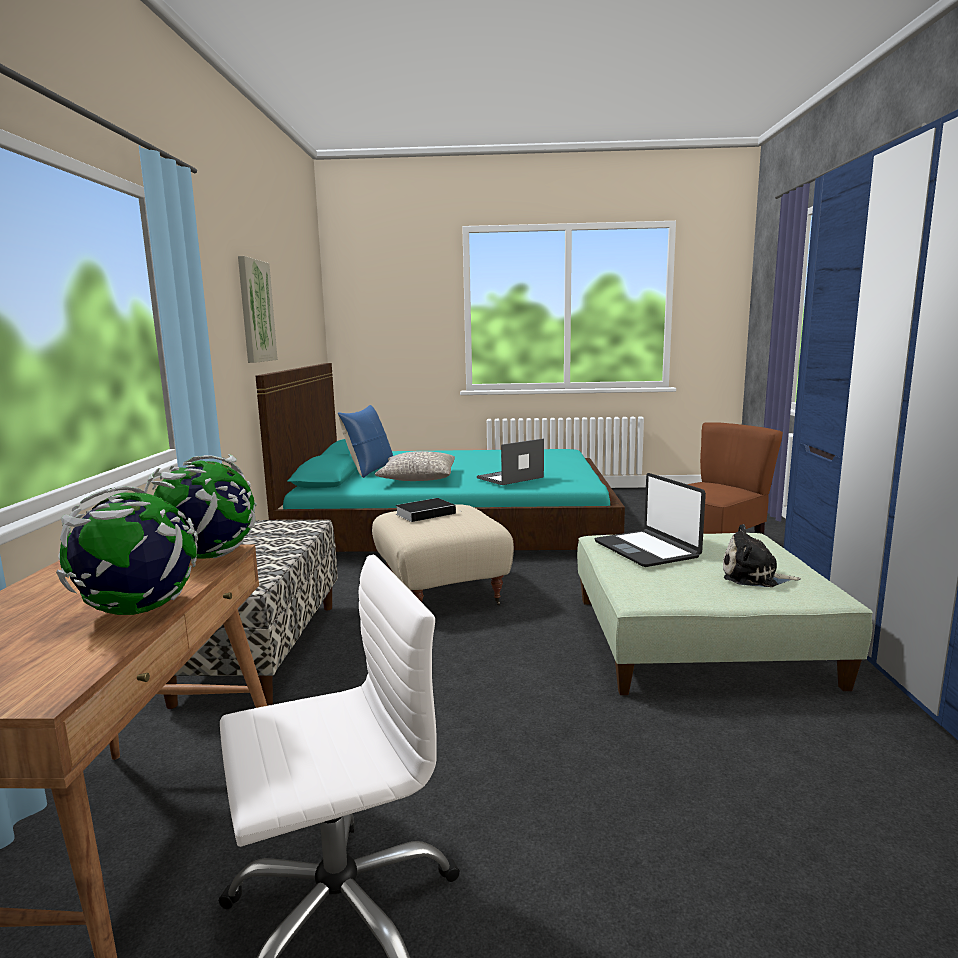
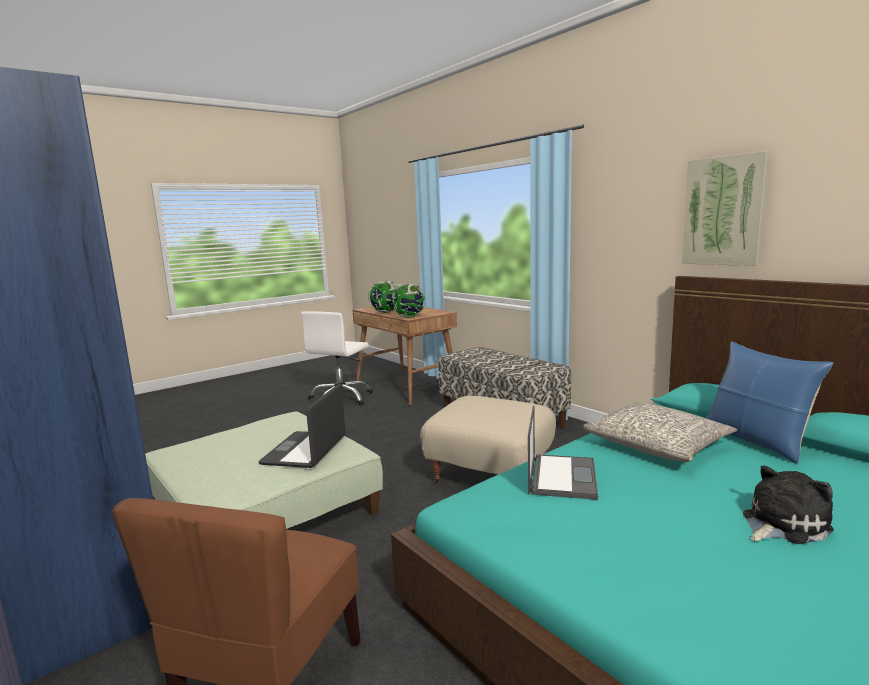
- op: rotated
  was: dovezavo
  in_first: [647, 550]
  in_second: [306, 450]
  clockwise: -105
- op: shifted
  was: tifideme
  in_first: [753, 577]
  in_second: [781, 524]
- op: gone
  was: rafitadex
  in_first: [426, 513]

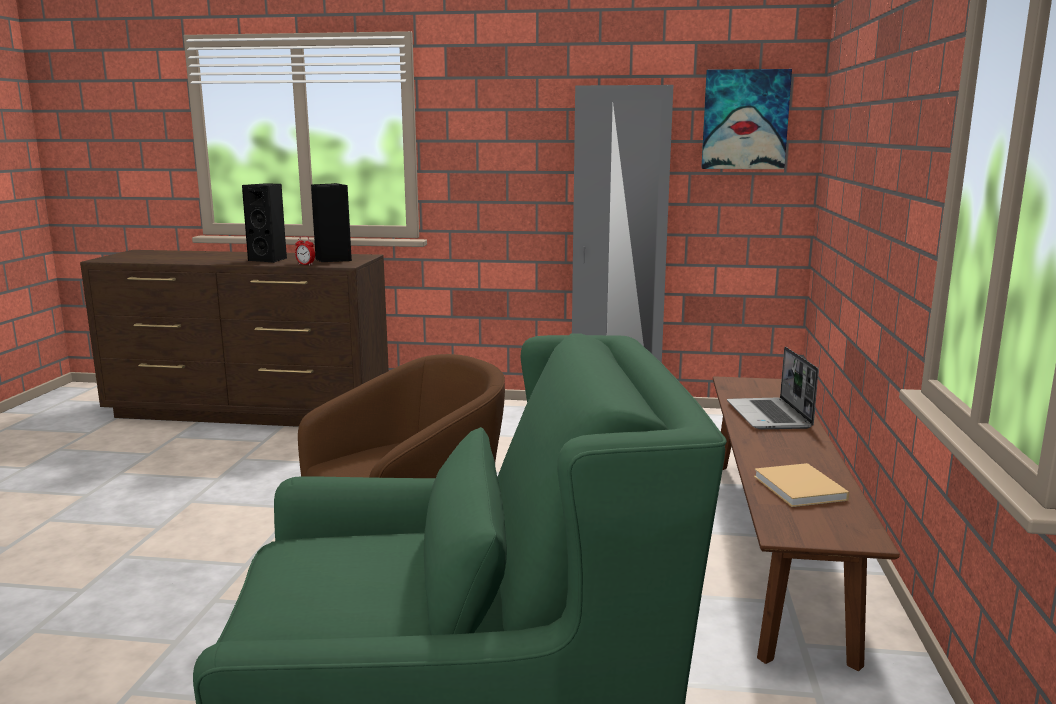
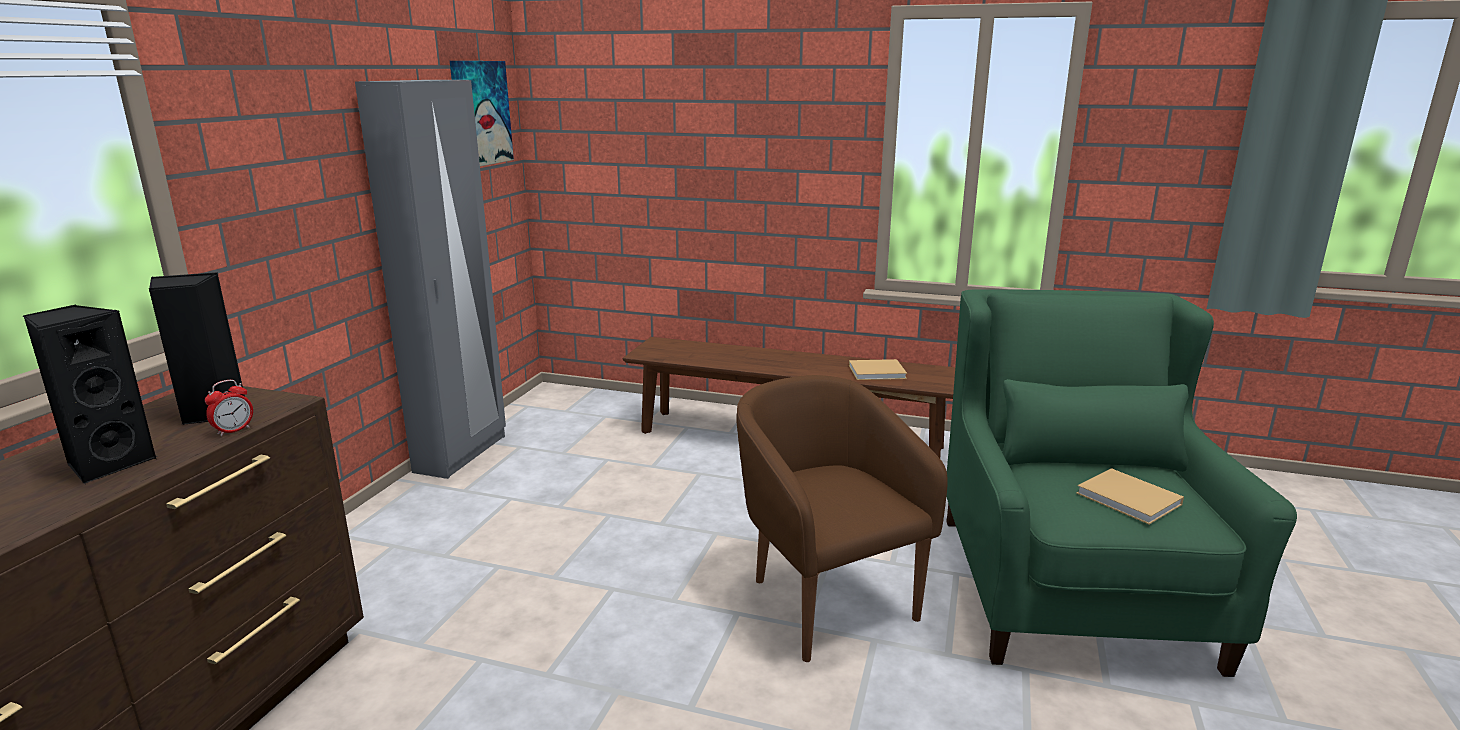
- op: new
  now: beige_rafitadex
  in_second: [1131, 500]
- op: gone
  was: dovezavo
  in_first: [770, 416]

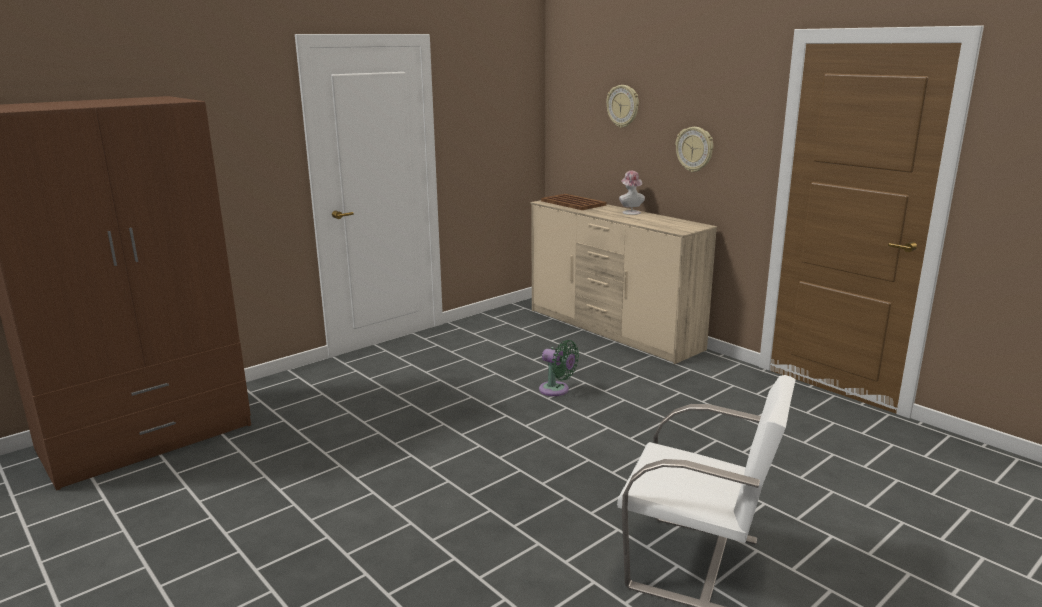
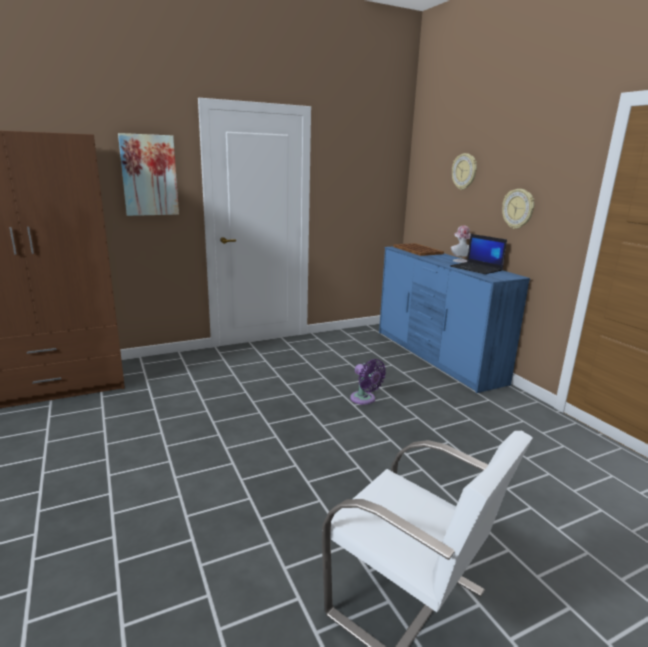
- op: new
  now: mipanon
  in_second: [149, 175]
- op: repainted
  was: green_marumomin
  now: purple_marumomin
  in_first: [557, 390]
  in_second: [364, 399]
- op: repainted
  was: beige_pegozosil
  now: blue_pegozosil
  in_first: [612, 330]
  in_second: [436, 356]
- op: new
  now: dovezavo
  in_second: [477, 268]

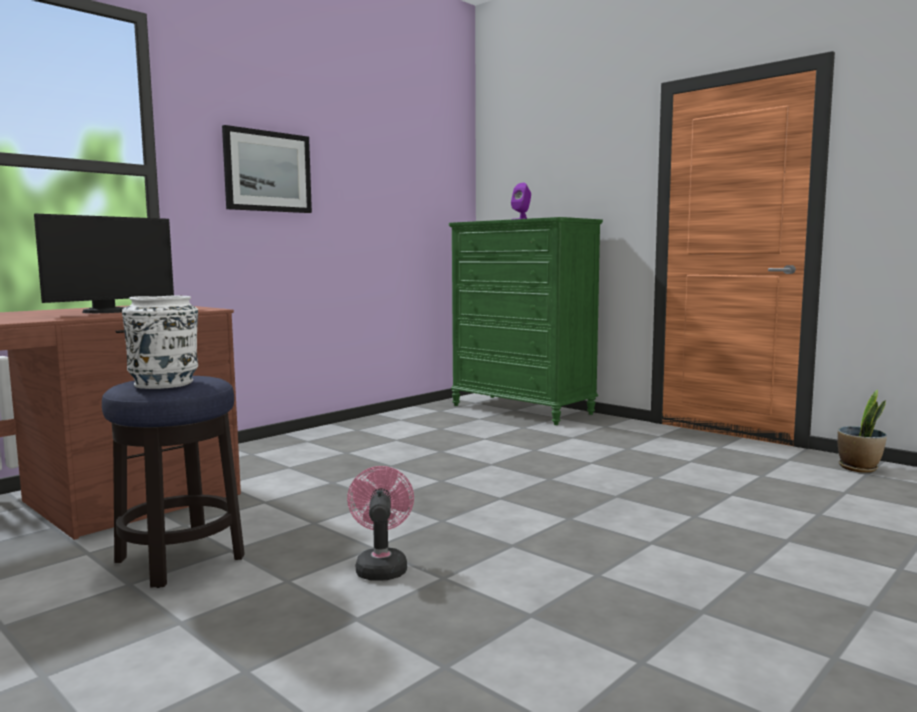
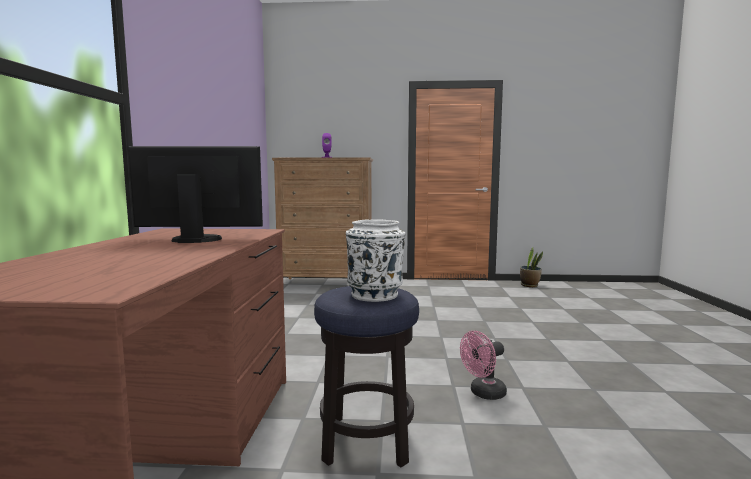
- op: rotated
  was: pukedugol
  in_first: [110, 311]
  in_second: [198, 239]
  clockwise: -90
- op: repainted
  was: green_pegozosil
  now: brown_pegozosil
  in_first: [522, 409]
  in_second: [326, 283]
- op: rotated
  was: pink_marumomin
  in_first: [381, 566]
  in_second: [483, 394]
  clockwise: -75
- op: gone
  was: mipanon
  in_first: [267, 171]

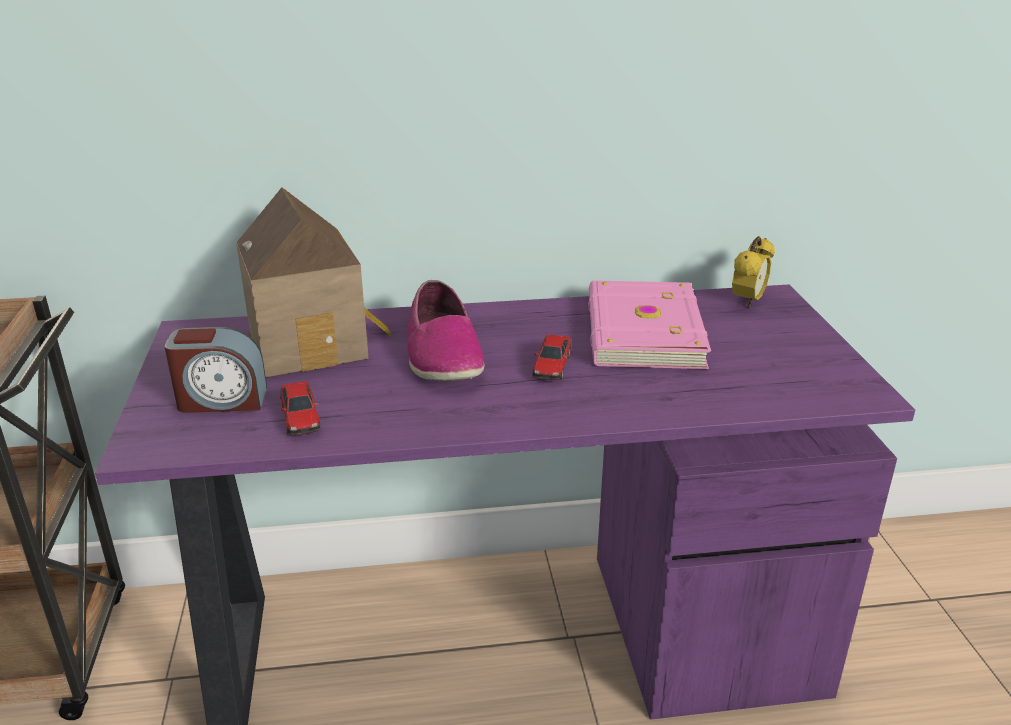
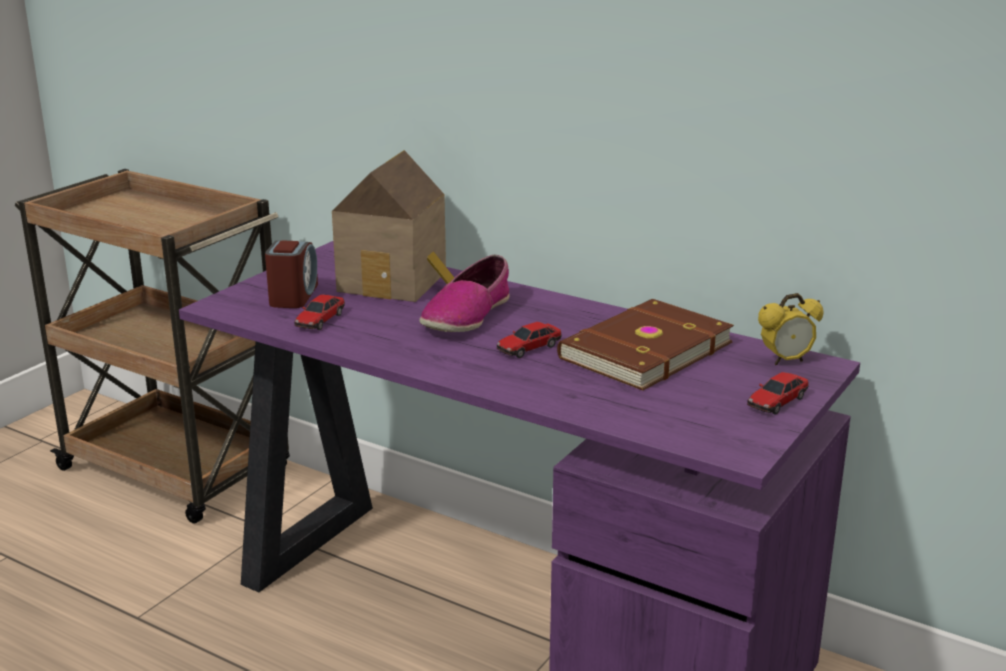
- op: rotated
  was: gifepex
  in_first: [222, 400]
  in_second: [293, 296]
  clockwise: -120
- op: repainted
  was: pink_rafitadex
  now: brown_rafitadex
  in_first: [640, 331]
  in_second: [642, 350]
- op: new
  now: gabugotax
  in_second: [777, 401]

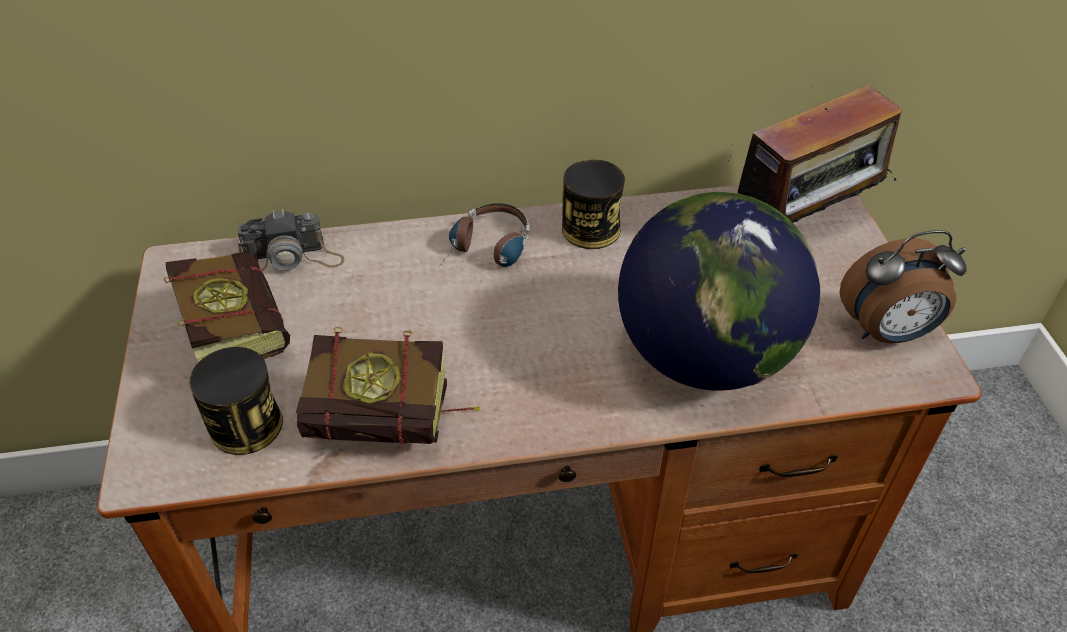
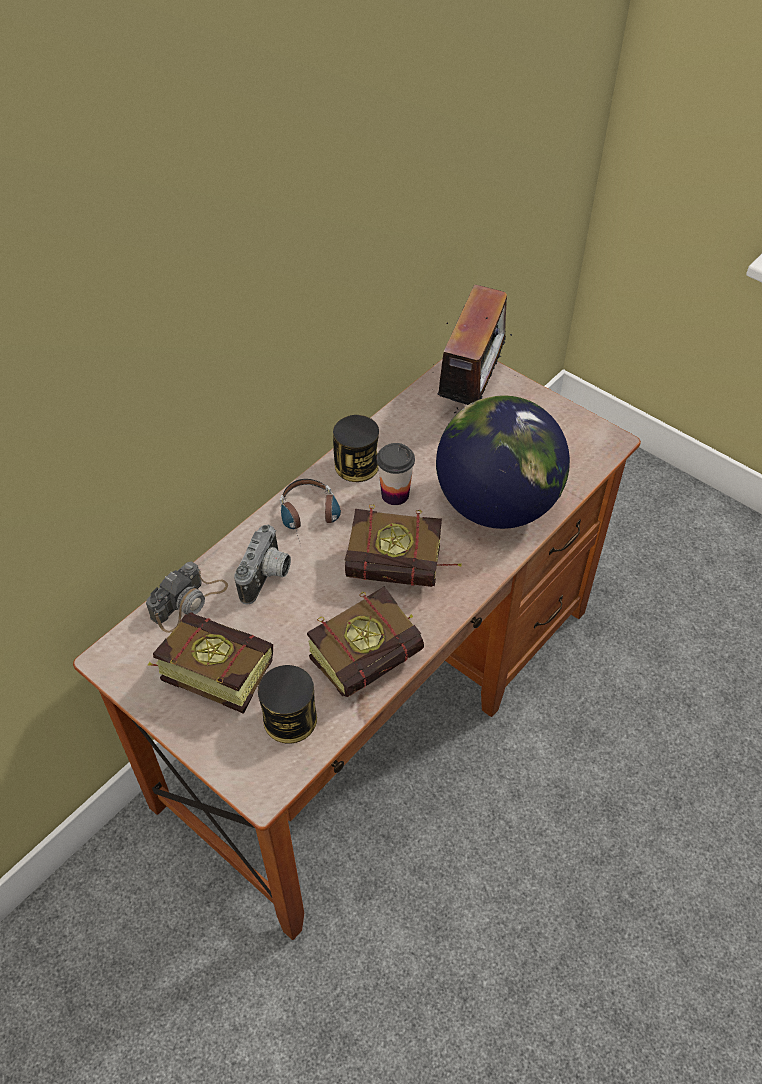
- op: new
  now: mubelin
  in_second: [268, 577]
- op: new
  now: rafitadex
  in_second: [404, 571]
- op: new
  now: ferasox
  in_second: [395, 494]
- op: gone
  was: gifepex
  in_first: [887, 332]

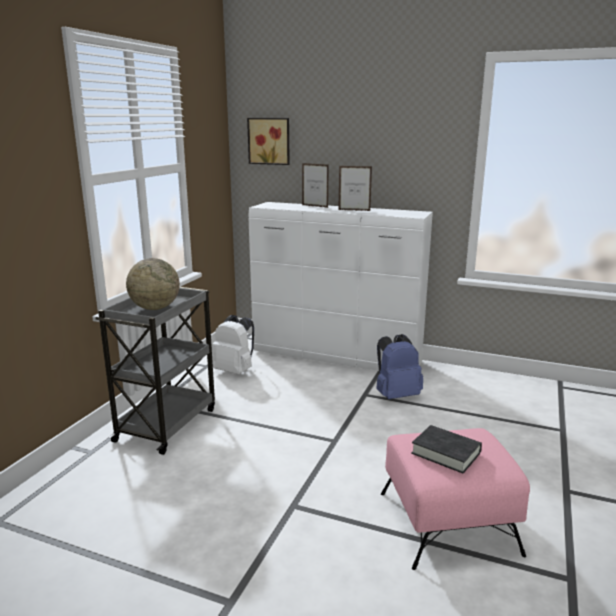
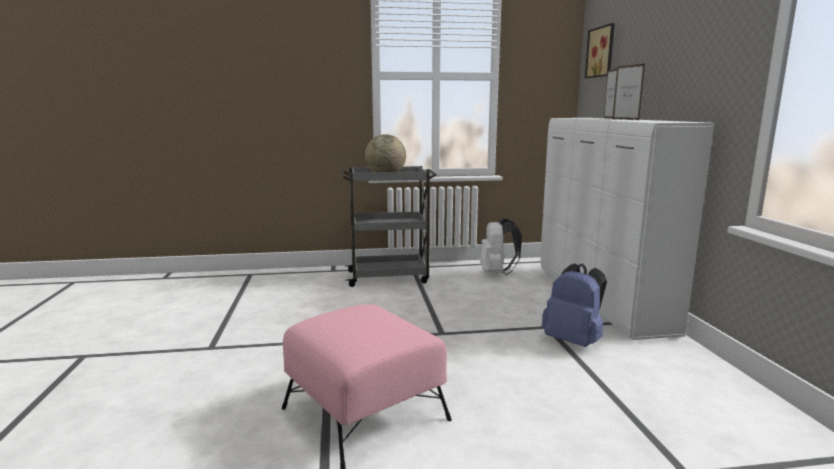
- op: gone
  was: black_rafitadex
  in_first: [446, 453]

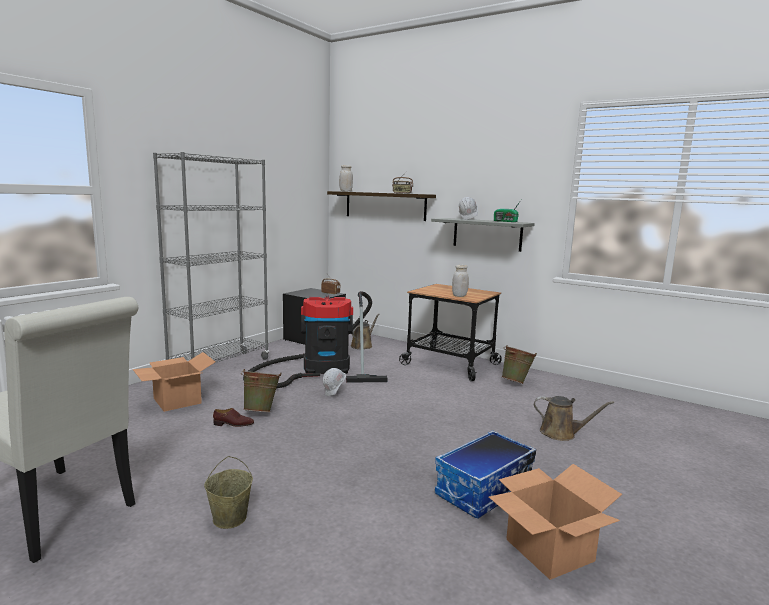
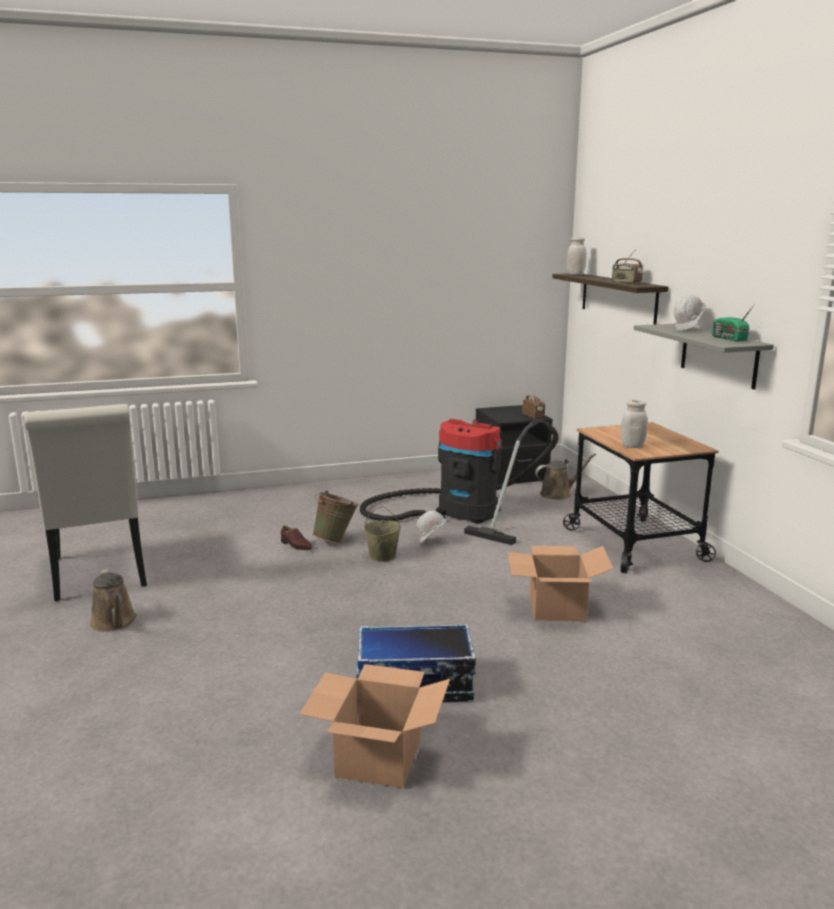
- op: shifted
  was: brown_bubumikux
  in_first: [561, 433]
  in_second: [114, 623]
- op: shifted
  was: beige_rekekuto
  in_first: [229, 519]
  in_second: [382, 556]
- op: shifted
  was: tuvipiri
  in_first: [178, 401]
  in_second: [557, 608]
- op: gone
  was: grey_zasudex
  in_first: [220, 367]
- op: gone
  was: green_rekekuto
  in_first: [516, 382]

